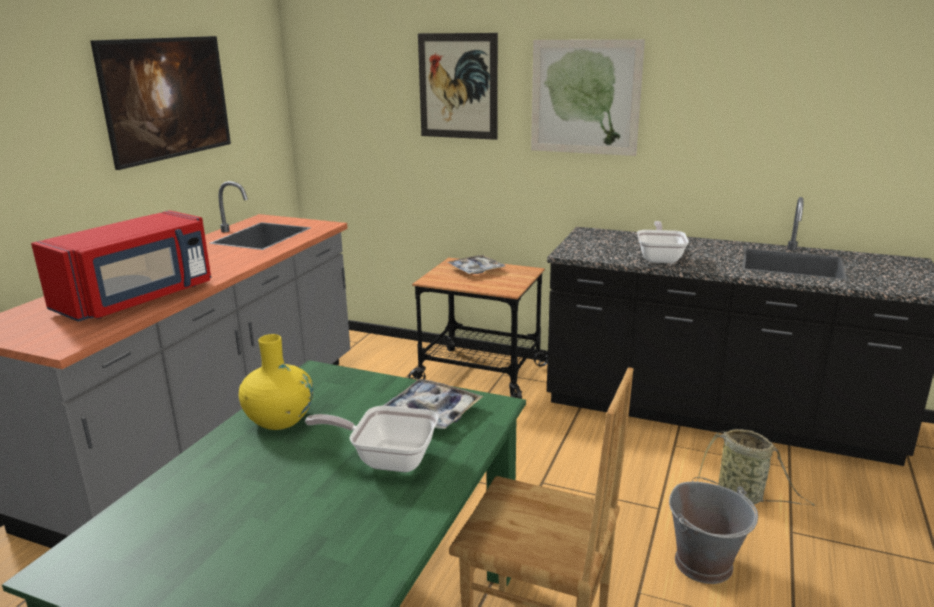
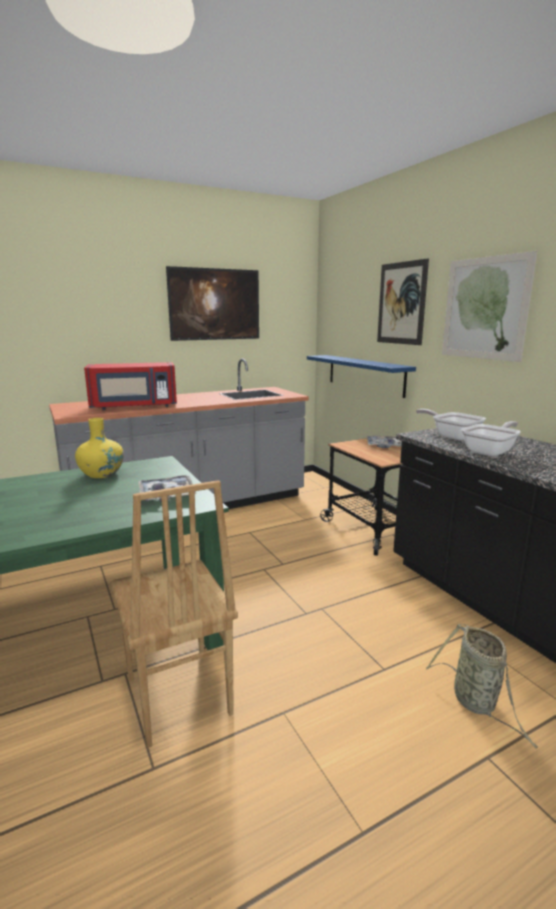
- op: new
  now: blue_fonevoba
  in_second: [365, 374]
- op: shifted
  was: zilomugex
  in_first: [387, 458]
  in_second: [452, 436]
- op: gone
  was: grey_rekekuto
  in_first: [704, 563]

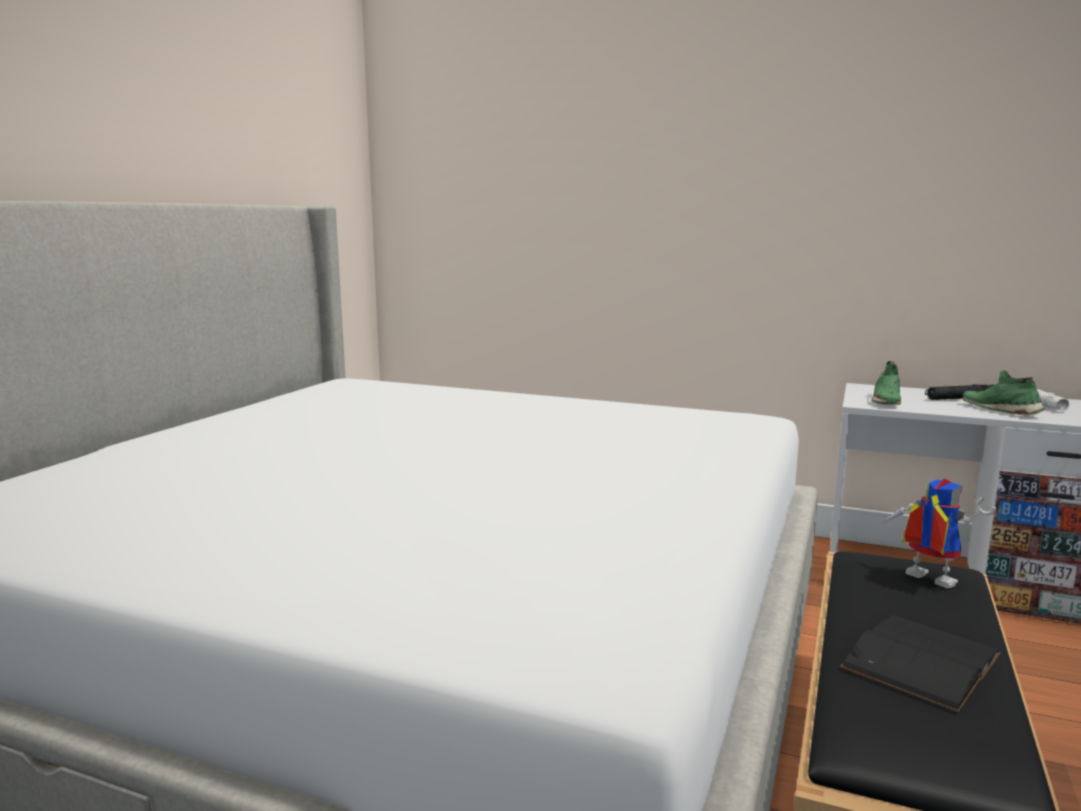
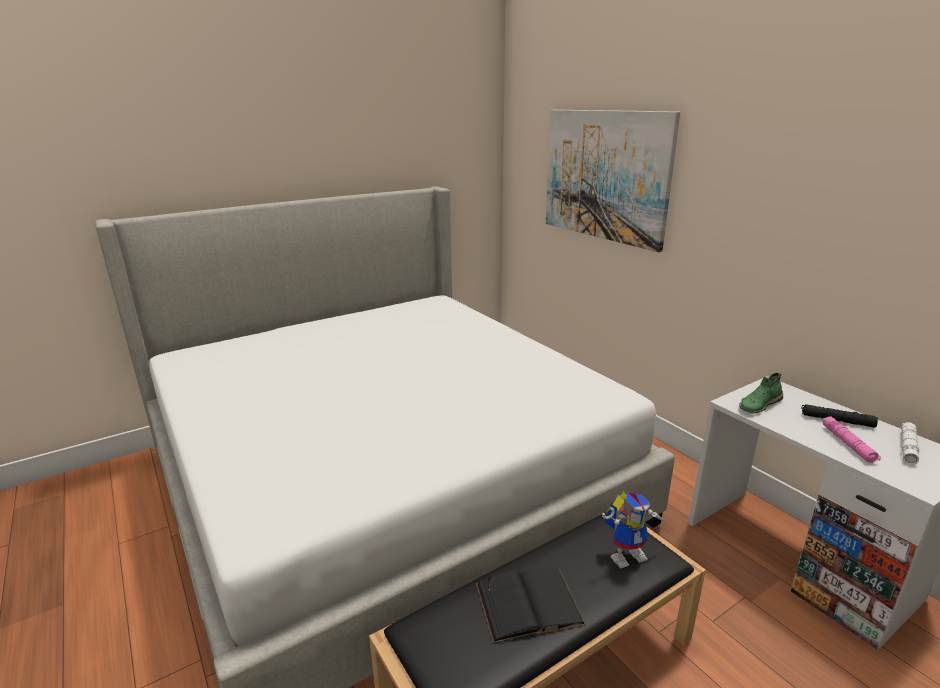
- op: new
  now: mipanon
  in_second: [605, 175]
- op: rotated
  was: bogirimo
  in_first: [923, 579]
  in_second: [628, 554]
  clockwise: 75
- op: swapped
  was: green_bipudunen
  now: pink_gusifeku
  in_first: [1001, 410]
  in_second: [848, 444]

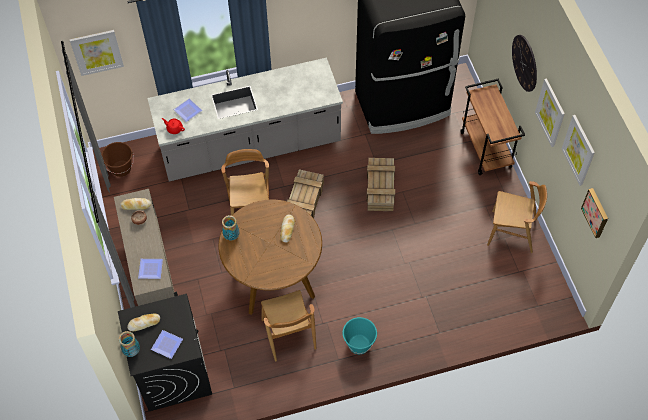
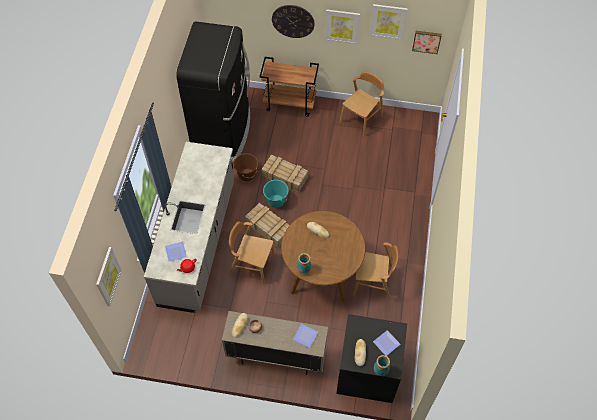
- op: shifted
  was: brown_rekekuto
  in_first: [121, 169]
  in_second: [246, 175]
- op: shifted
  was: turquoise_rekekuto
  in_first: [359, 344]
  in_second: [276, 201]

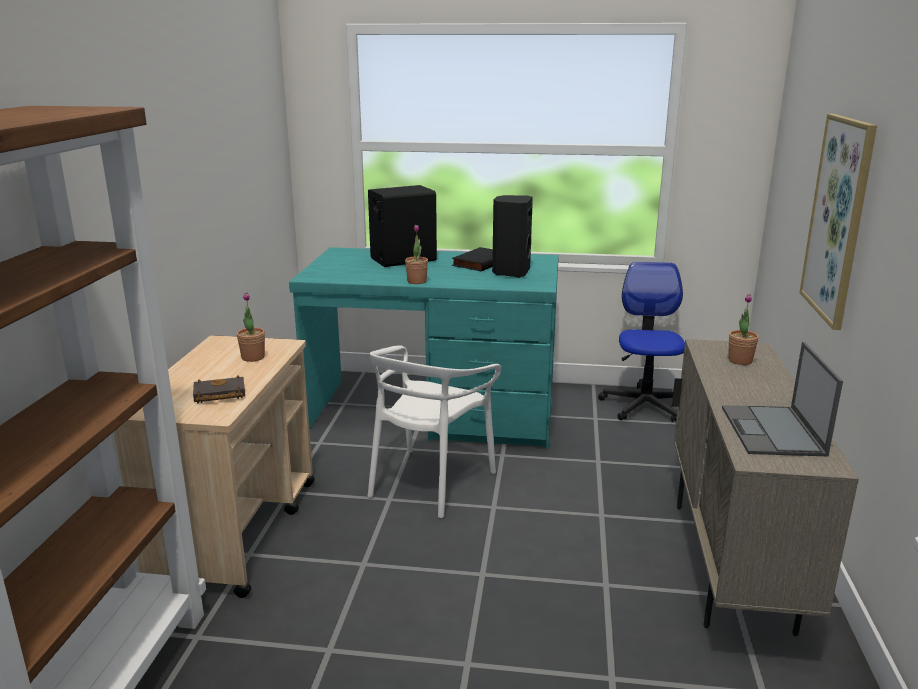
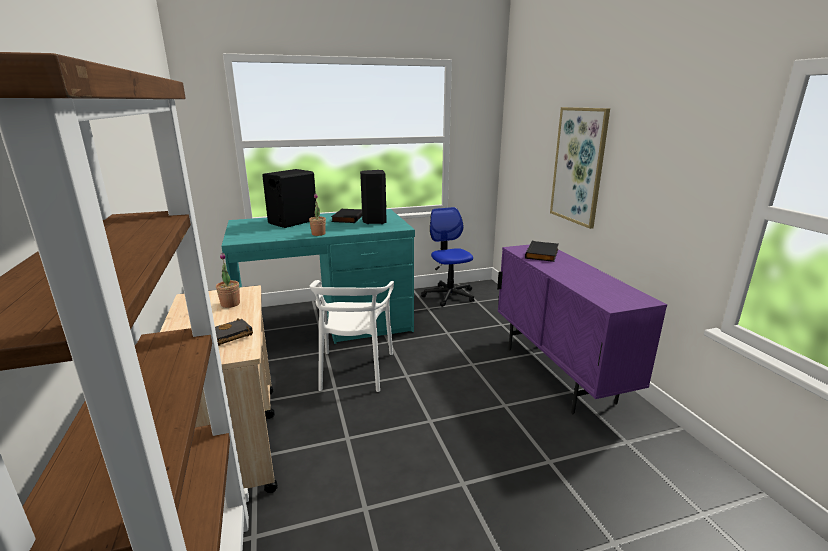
- op: repainted
  was: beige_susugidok
  now: purple_susugidok
  in_first: [730, 564]
  in_second: [557, 374]
- op: swapped
  was: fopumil
  now: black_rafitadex
  in_first: [740, 360]
  in_second: [543, 254]
- op: gone
  was: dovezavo
  in_first: [773, 431]

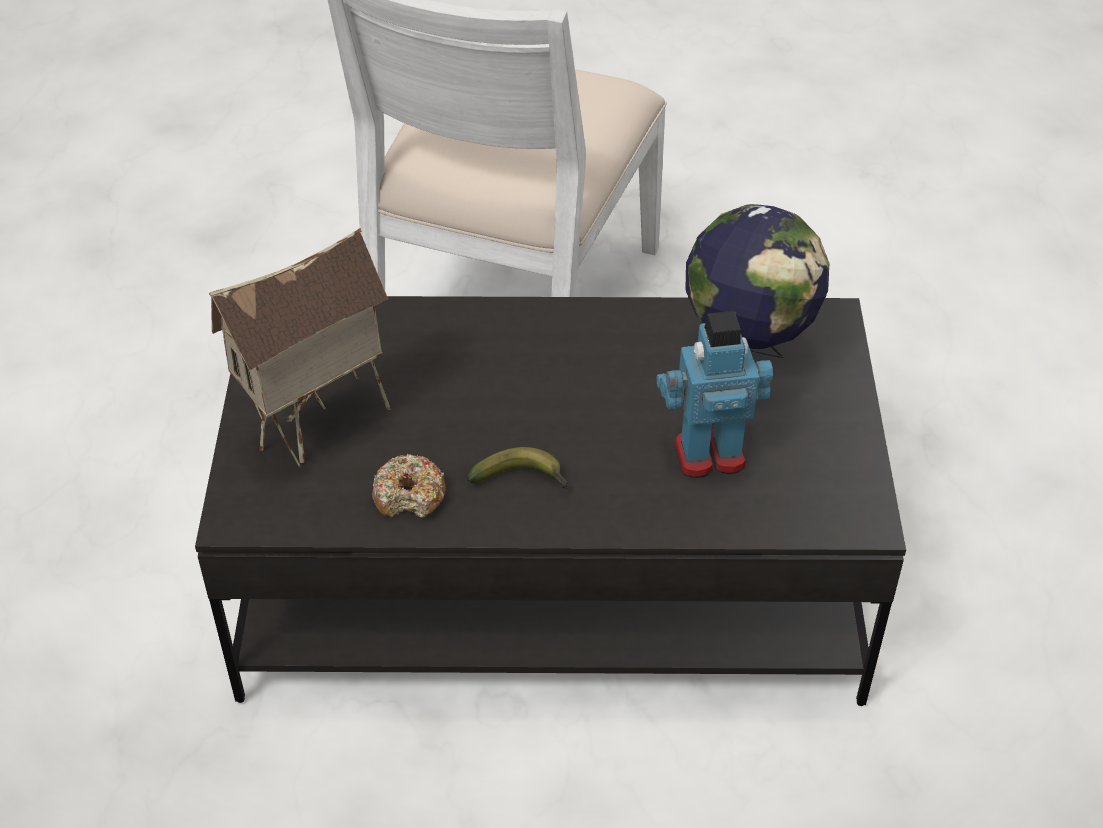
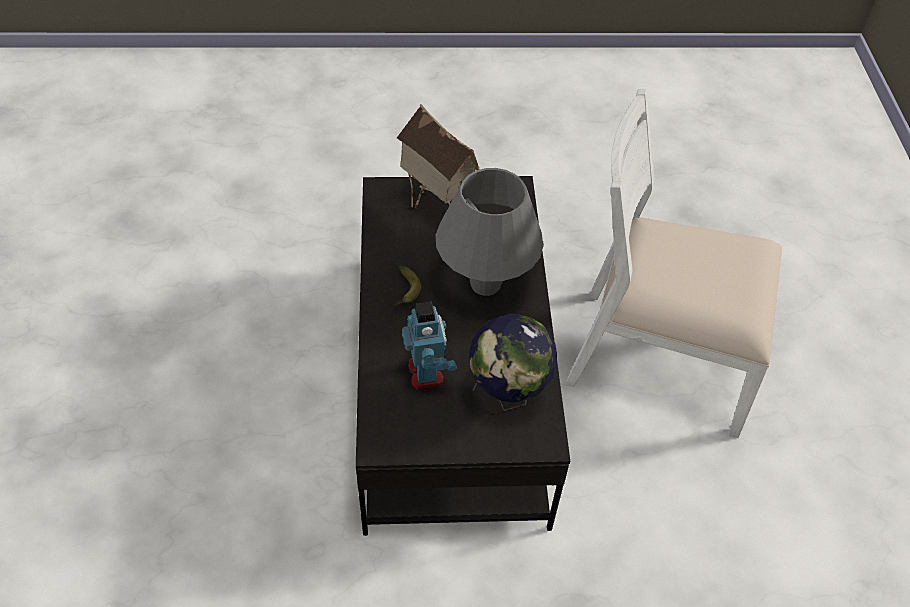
- op: new
  now: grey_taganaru
  in_second: [485, 284]
- op: gone
  was: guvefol
  in_first: [410, 496]

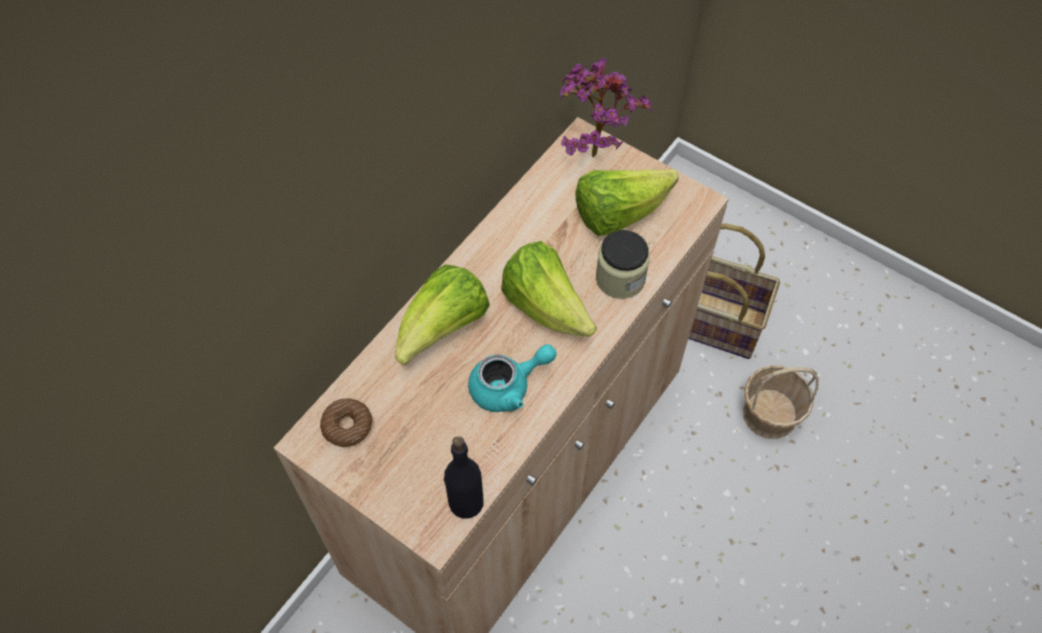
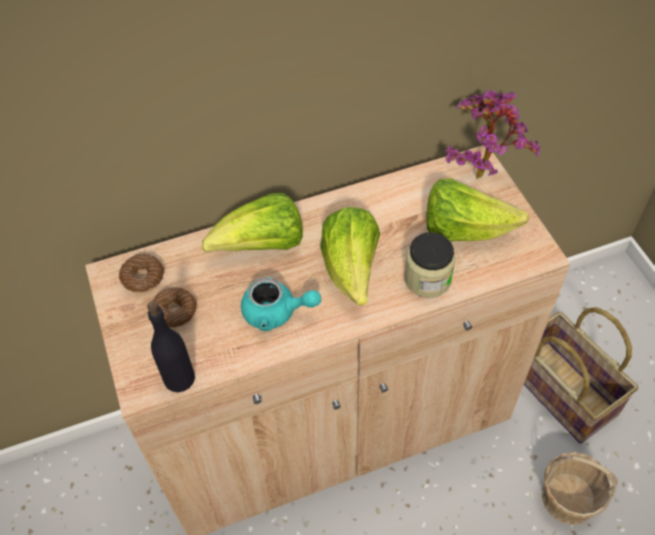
- op: new
  now: guvefol
  in_second: [174, 312]

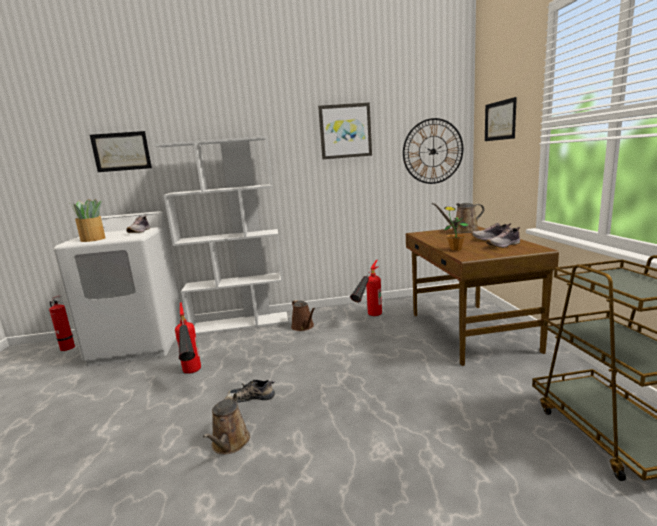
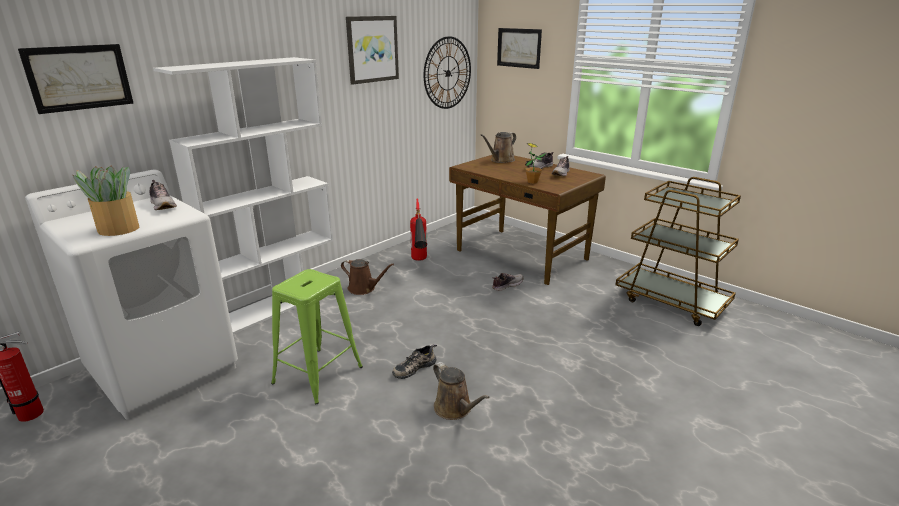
- op: swapped
  was: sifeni
  now: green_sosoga
  in_first: [192, 377]
  in_second: [317, 375]
- op: new
  now: bipudunen
  in_second: [506, 285]

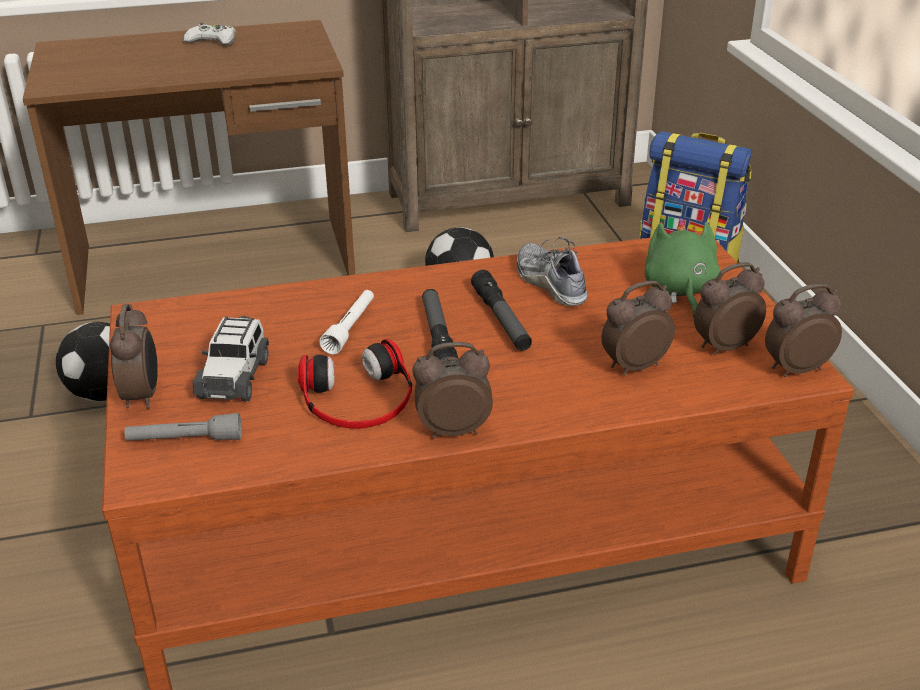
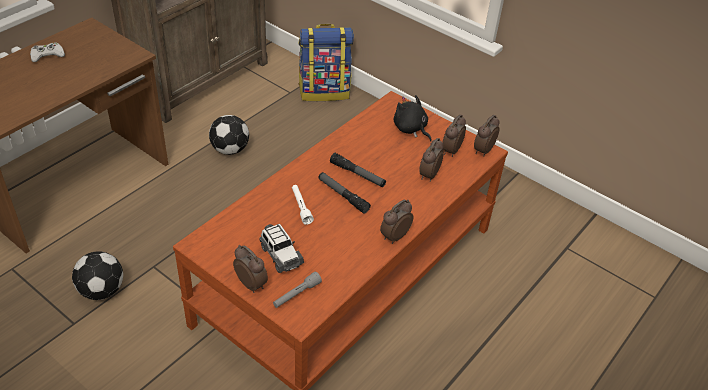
- op: repainted
  was: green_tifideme
  now: black_tifideme
  in_first: [679, 291]
  in_second: [411, 129]
- op: gone
  was: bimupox
  in_first: [358, 398]
- op: gone
  was: bipudunen
  in_first: [550, 283]

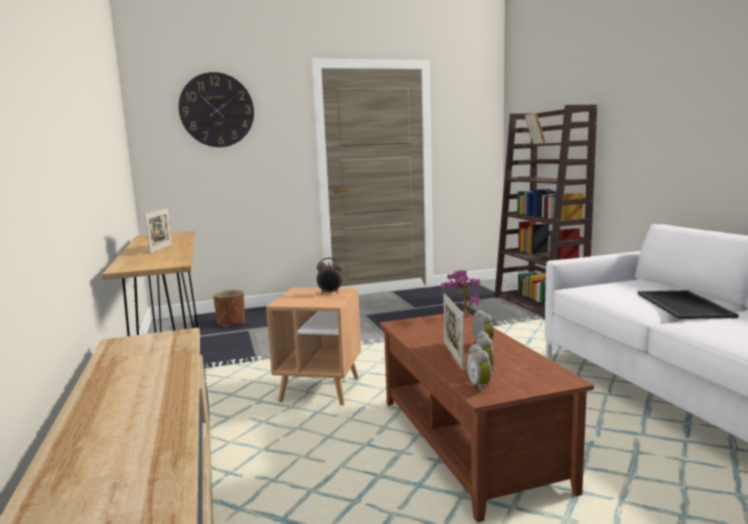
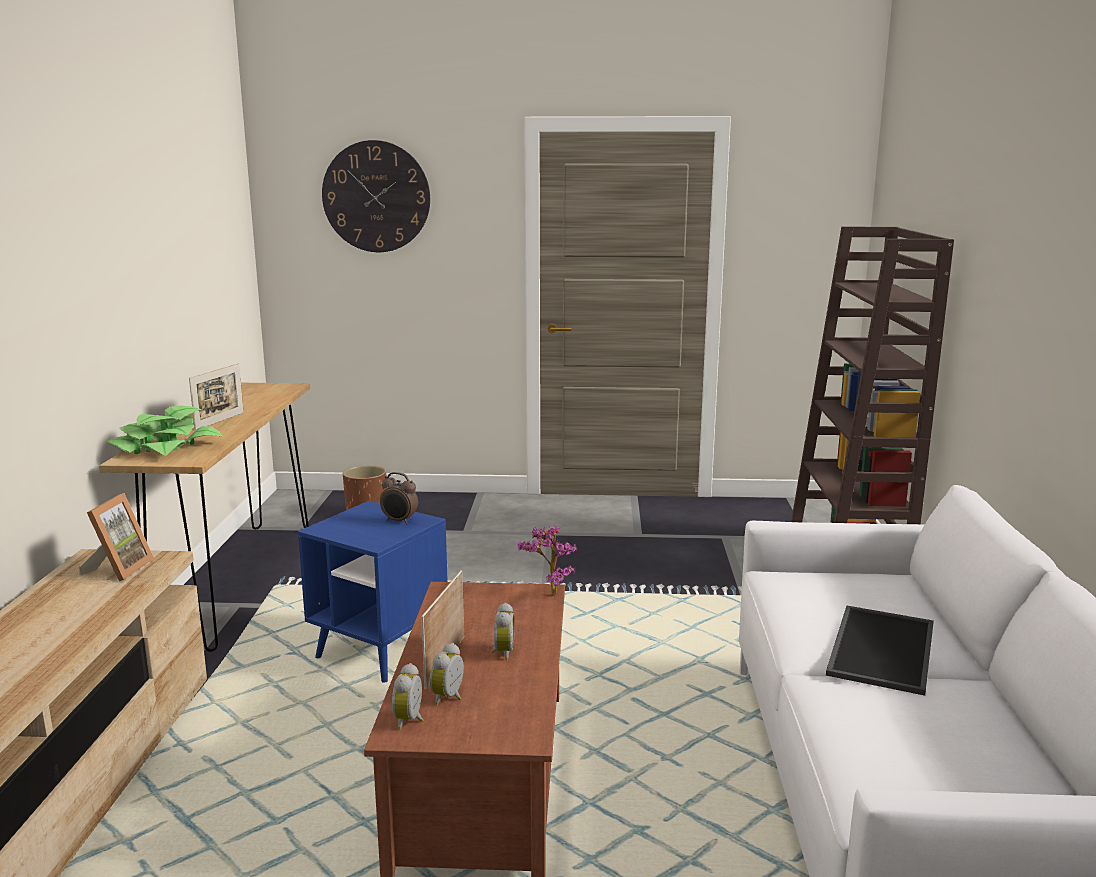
- op: shifted
  was: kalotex
  in_first: [531, 144]
  in_second: [119, 569]
- op: new
  now: fopumil
  in_second: [165, 448]
- op: repainted
  was: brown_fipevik
  now: blue_fipevik
  in_first: [320, 390]
  in_second: [379, 652]

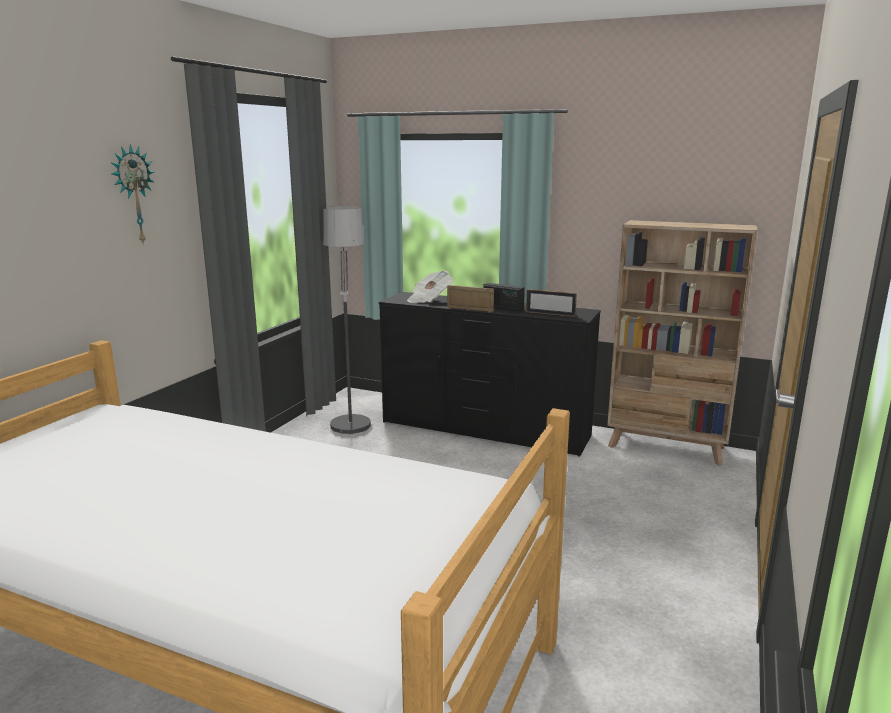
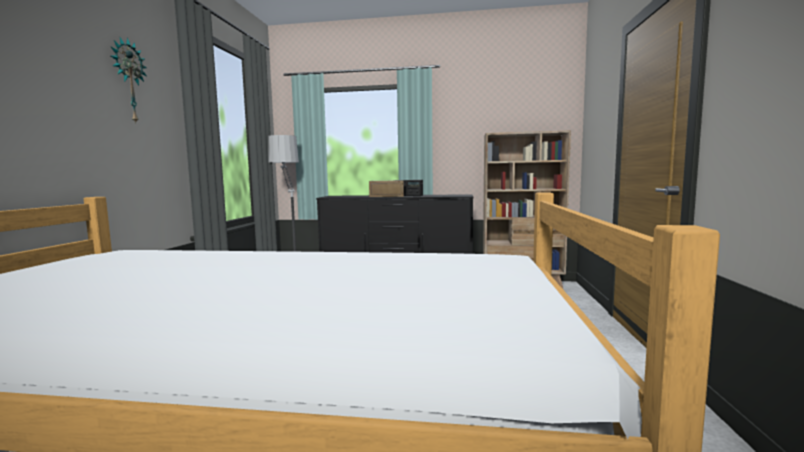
- op: gone
  was: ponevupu
  in_first: [429, 299]
- op: gone
  was: kalotex
  in_first: [550, 314]

